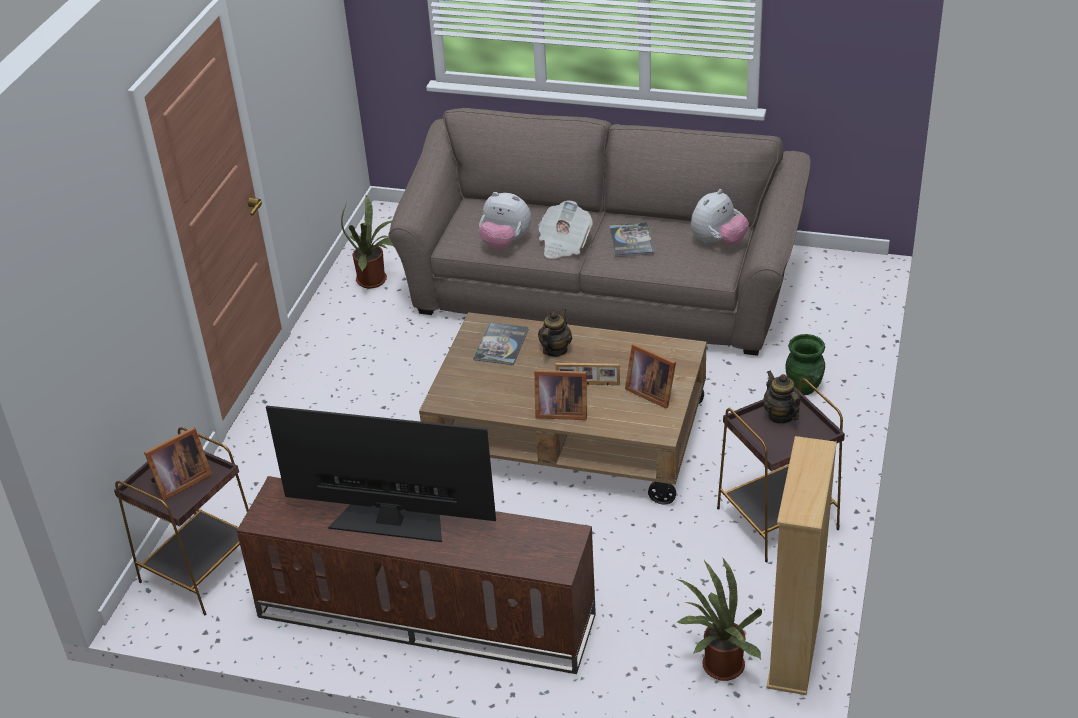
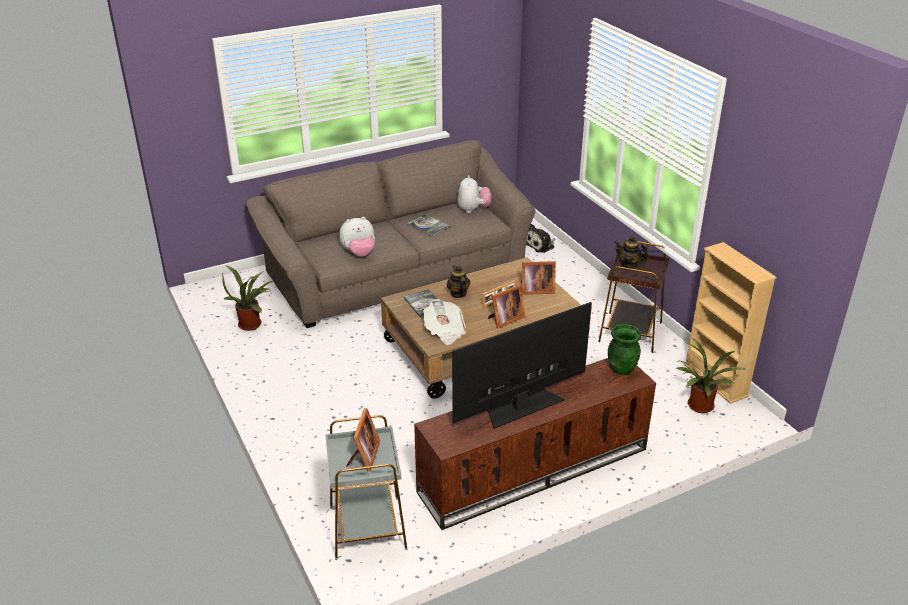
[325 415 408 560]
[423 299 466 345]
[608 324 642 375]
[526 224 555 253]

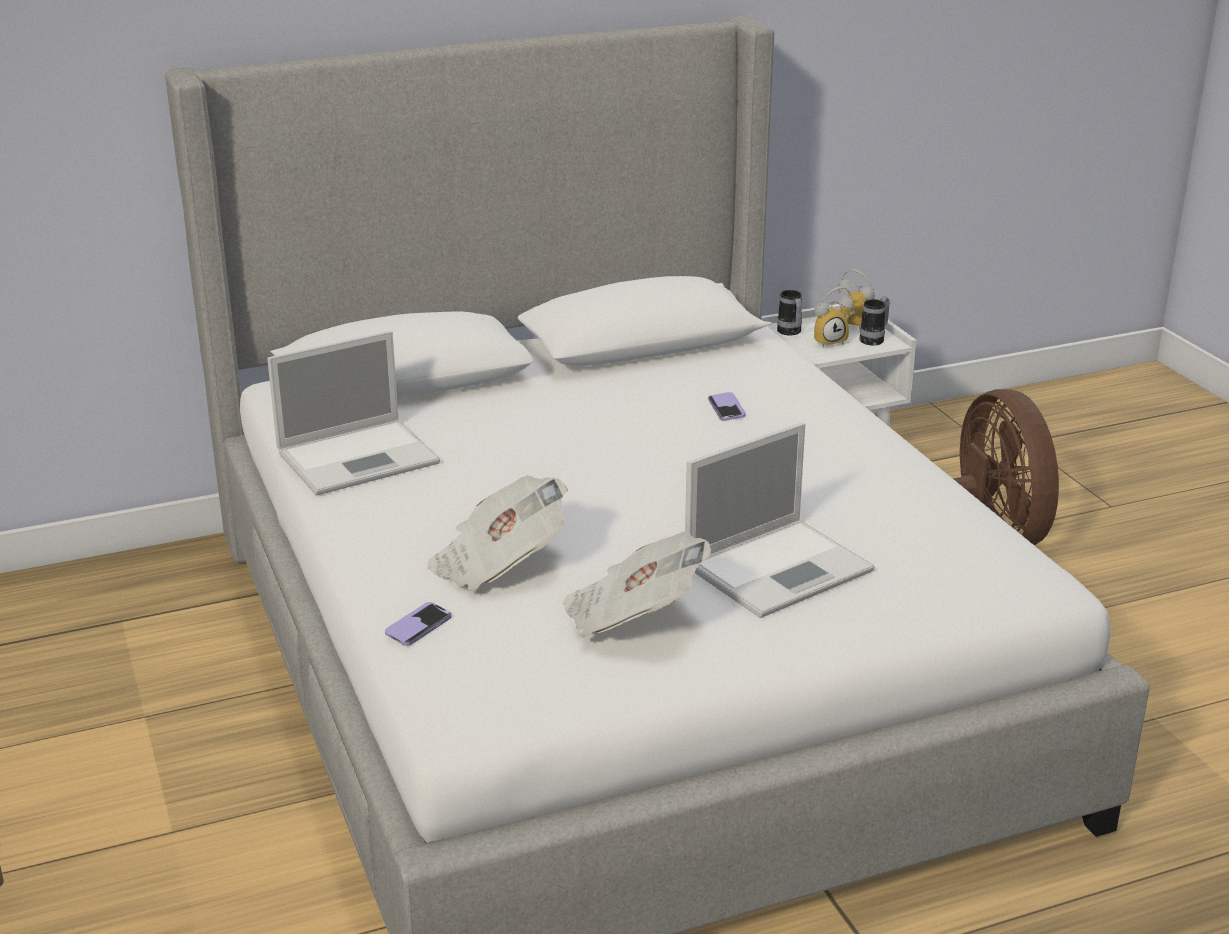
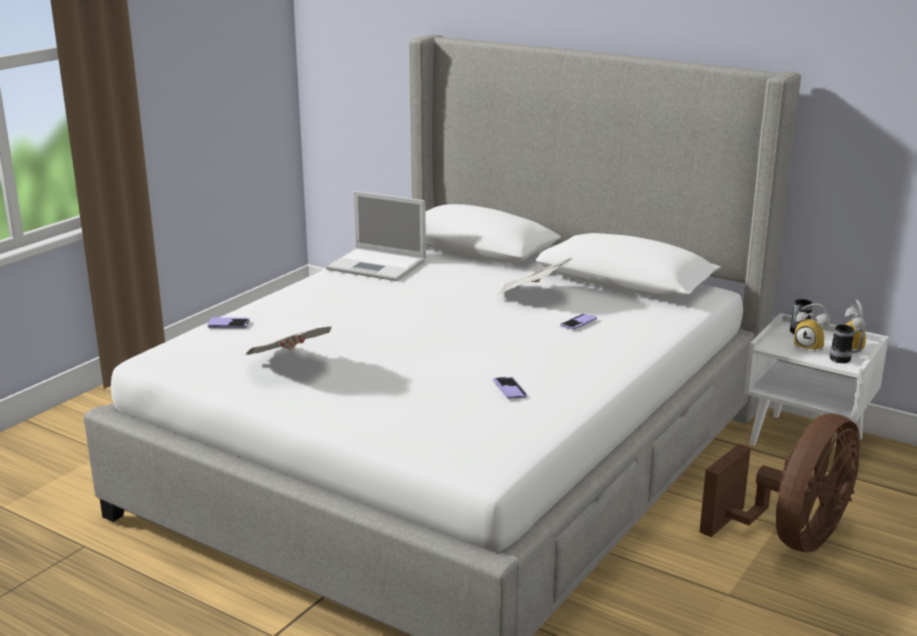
[497 257 573 295]
[685 422 875 618] (first image)
[493 377 527 399]

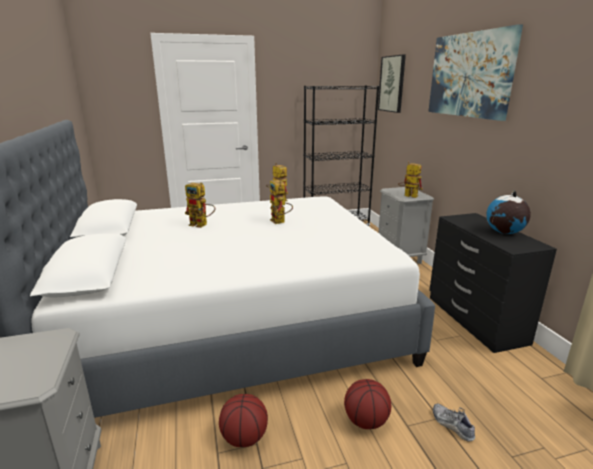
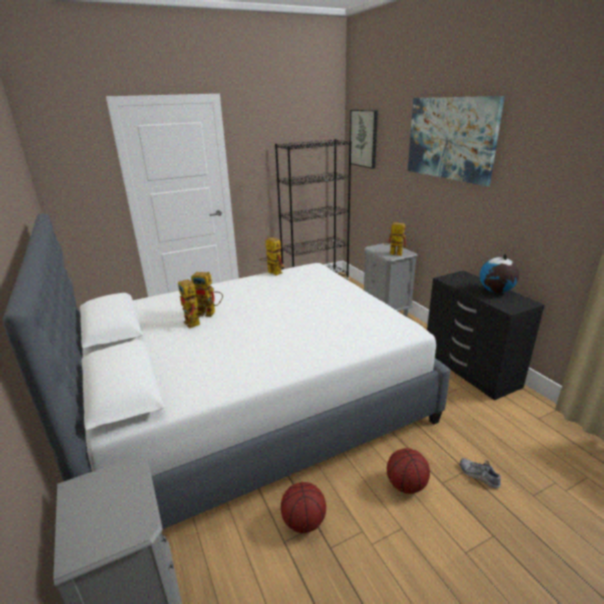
[178 279 207 329]

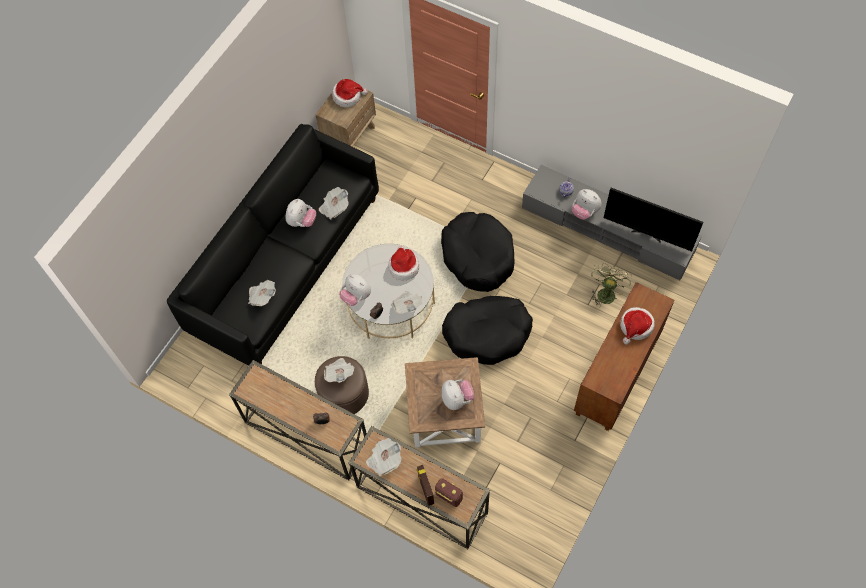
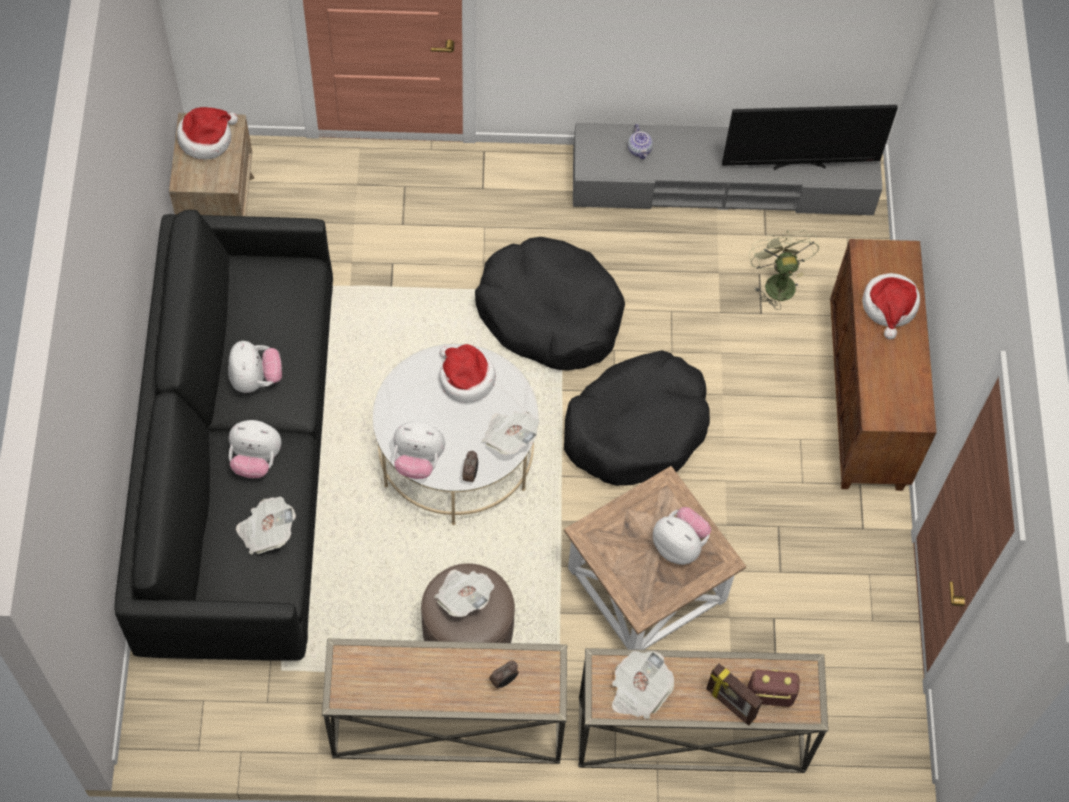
[319 187 349 220] (first image)
[229 420 281 478]

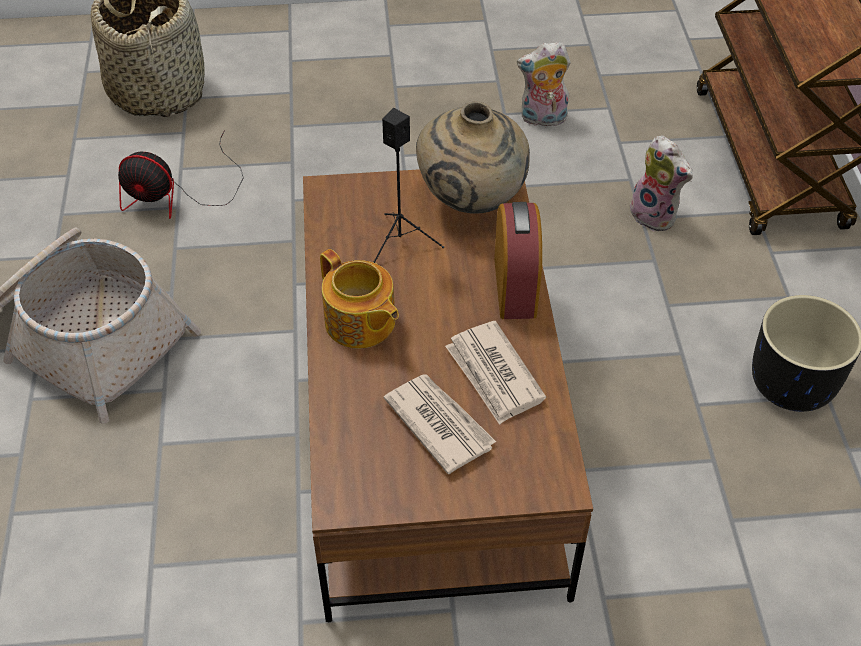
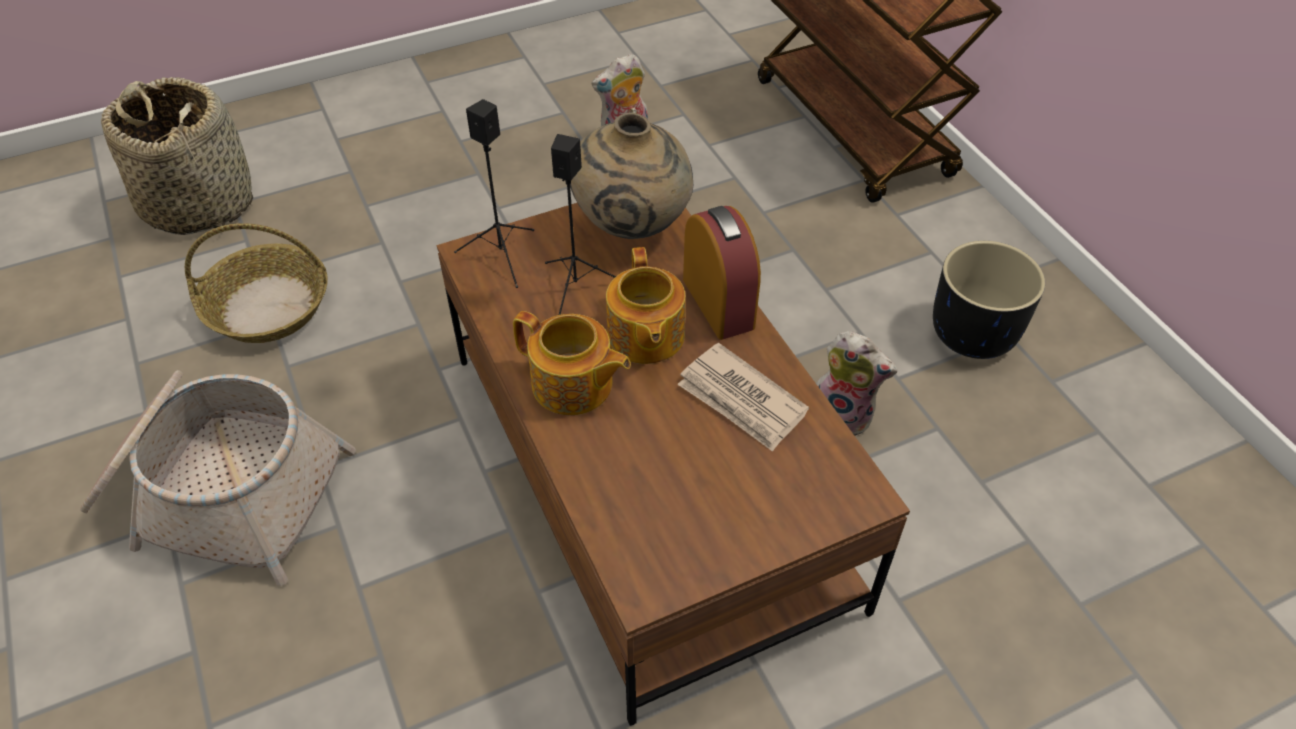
[185 223 328 343]
[384 374 496 474] (first image)
[816 331 897 436]
[454 99 534 288]
[606 247 686 364]

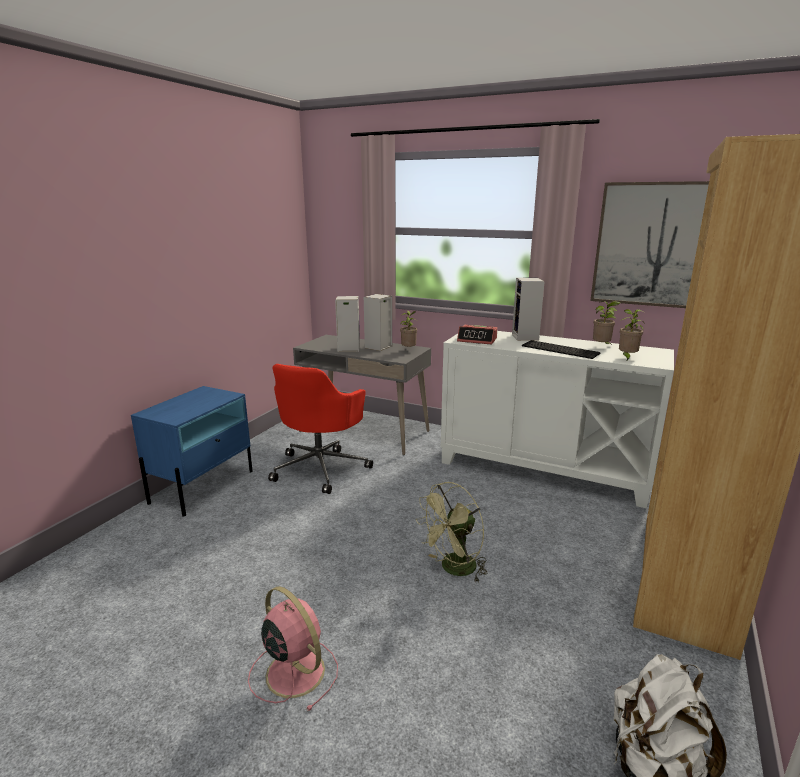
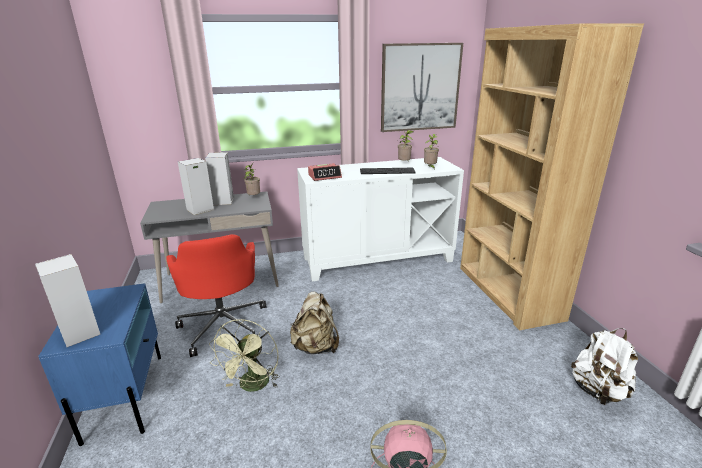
[209 319 280 392]
[35 254 100 347]
[290 292 339 354]

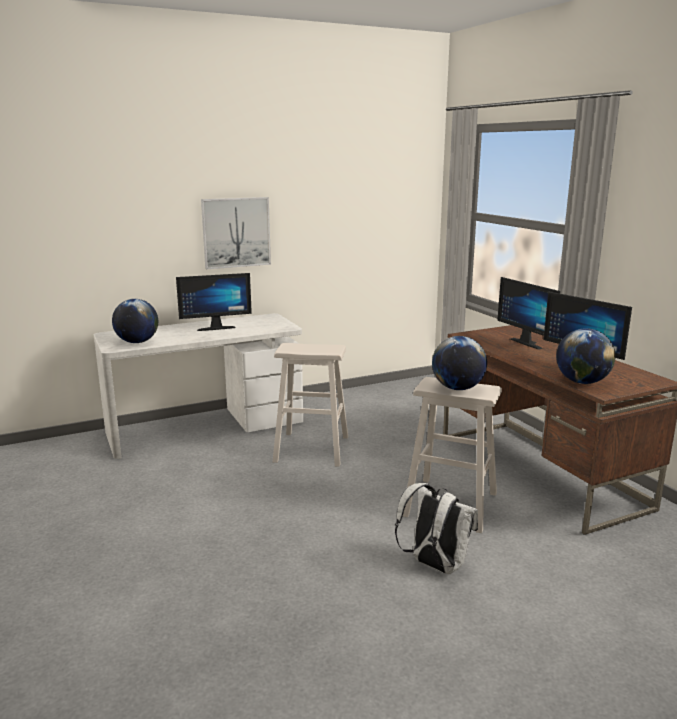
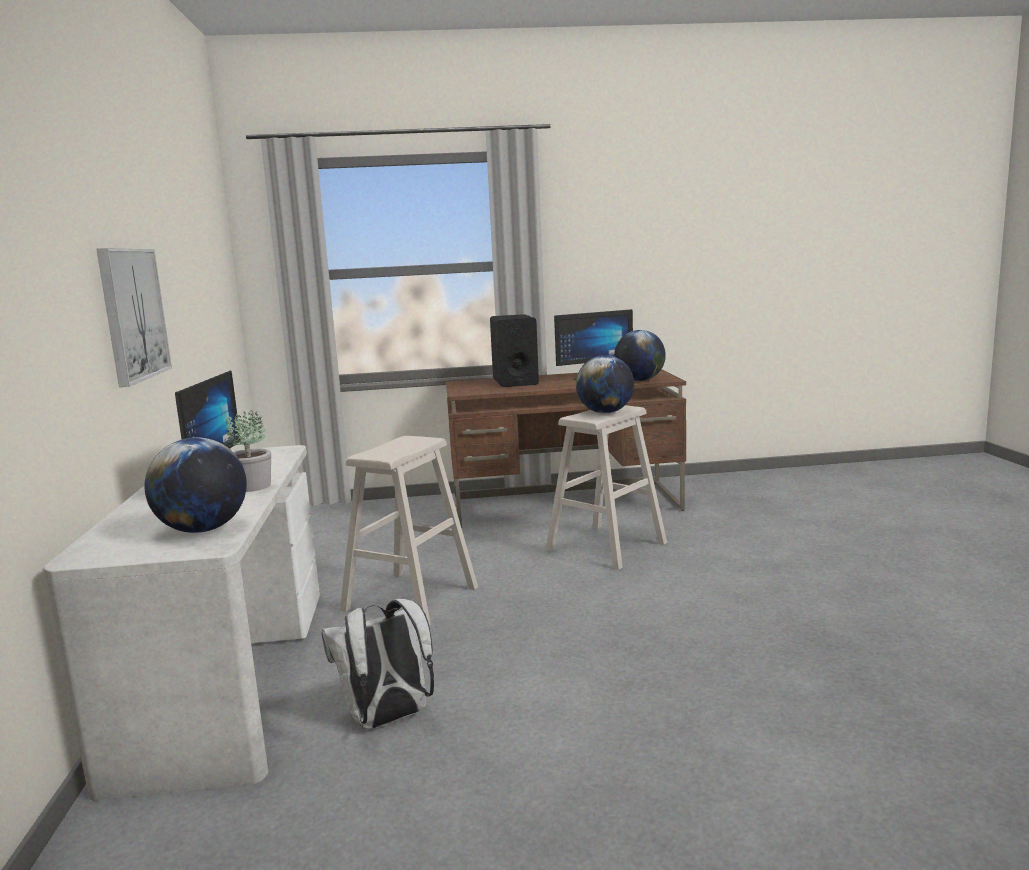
[322 599 434 729]
[490 314 539 387]
[226 410 271 492]

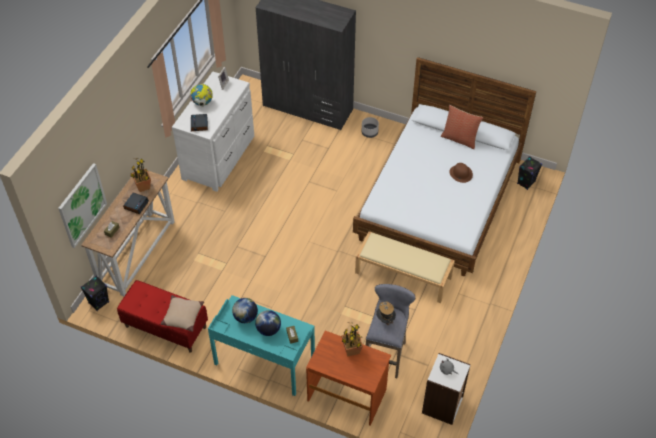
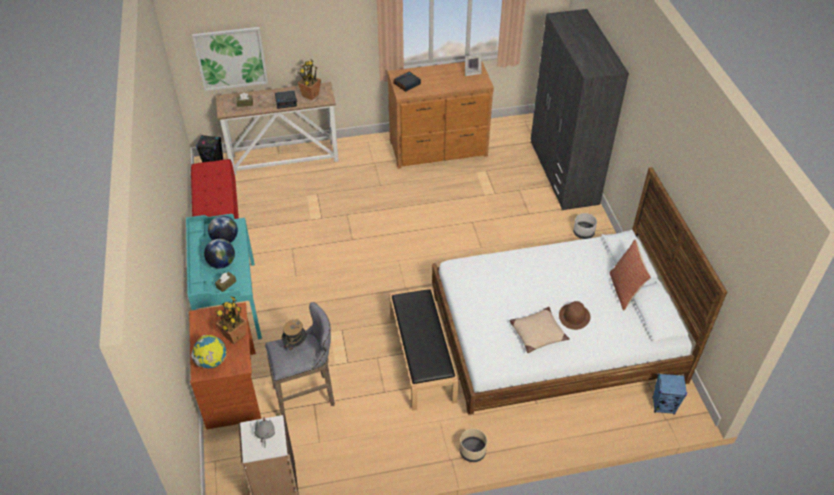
[510 307 570 353]
[387 62 494 169]
[191 335 227 368]
[389 287 458 411]
[652 373 687 414]
[460 429 487 462]

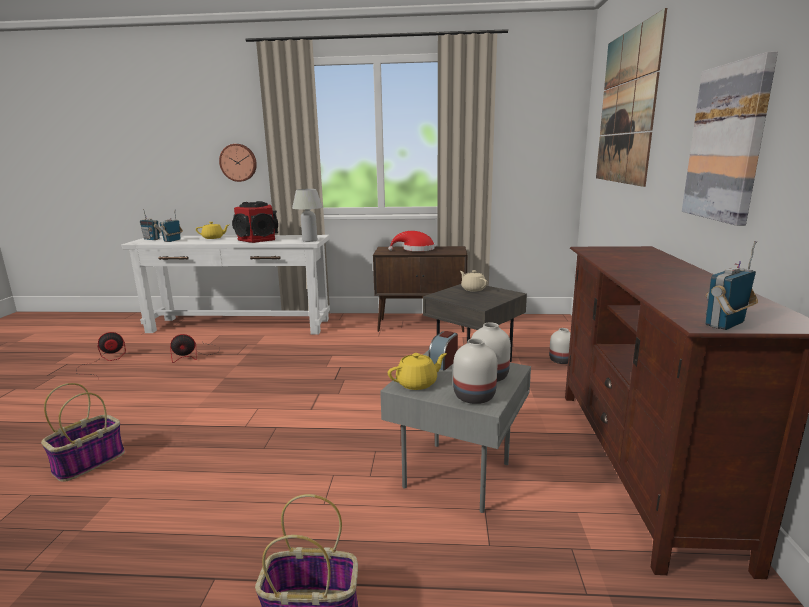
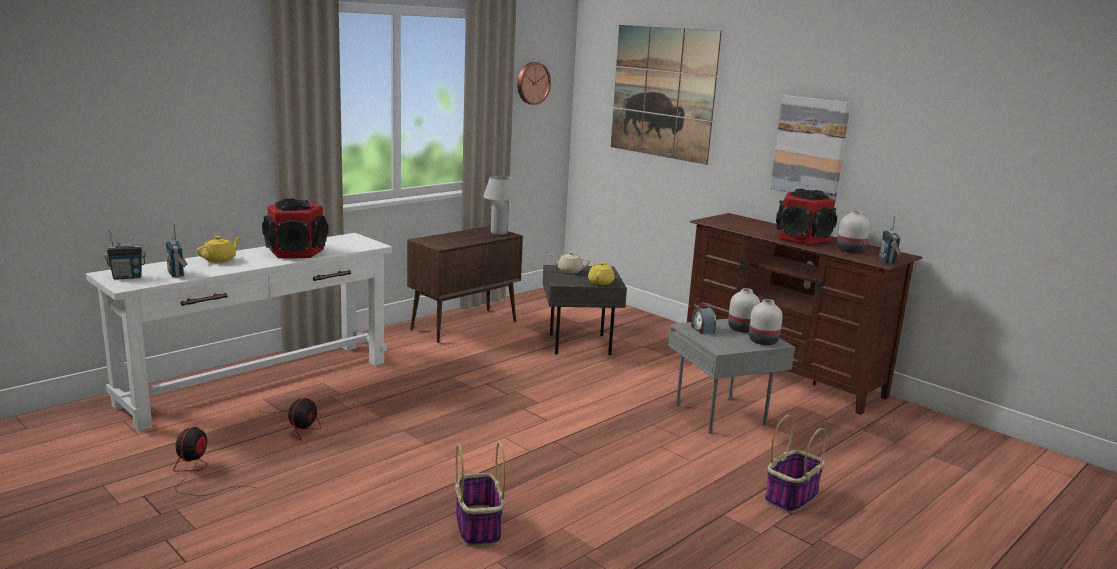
[517 62 551 105]
[483 176 517 235]
[388 231 435 251] (first image)
[588 261 614 285]
[837 211 870 253]
[776 189 837 245]

